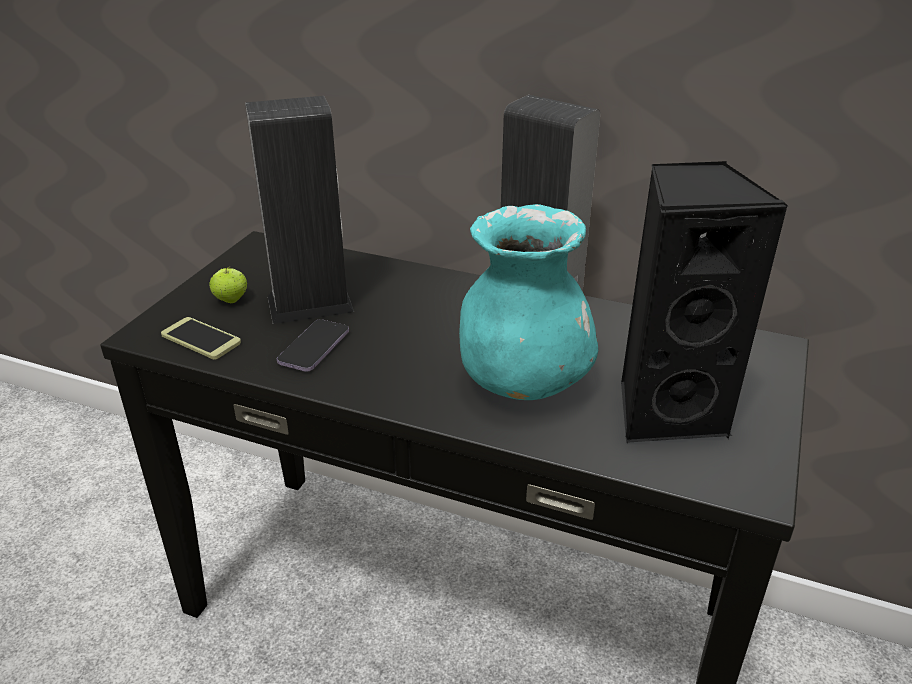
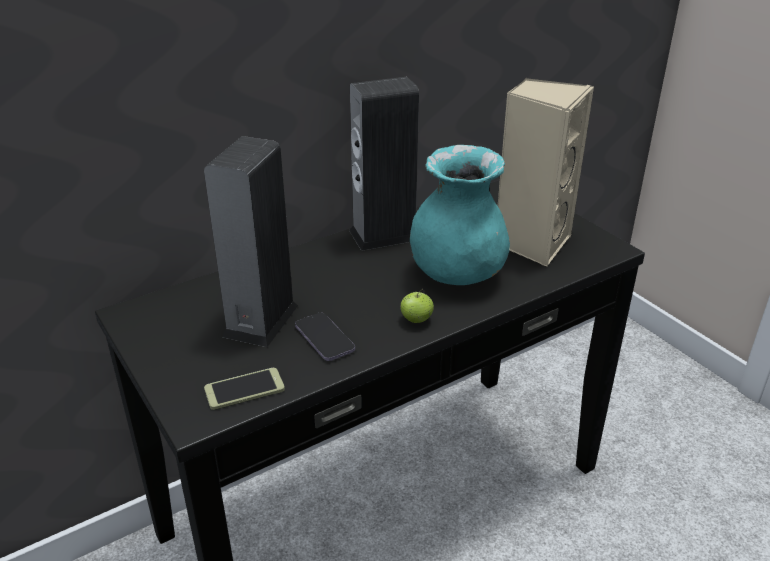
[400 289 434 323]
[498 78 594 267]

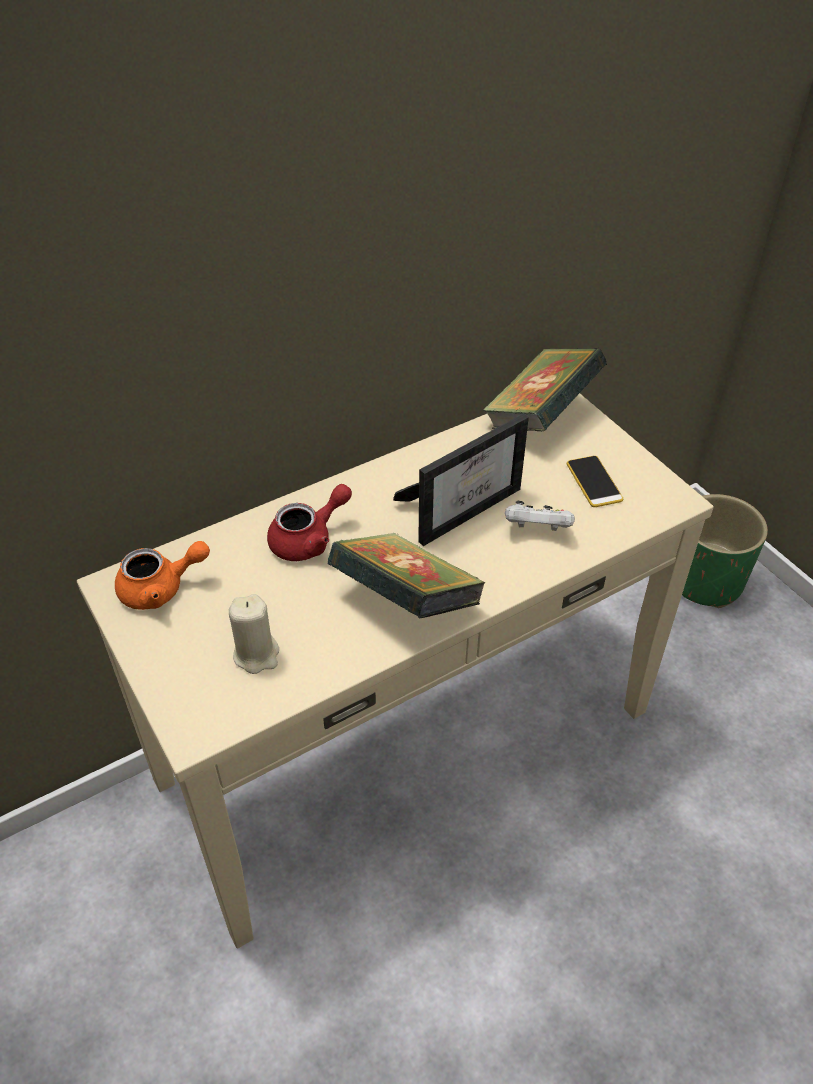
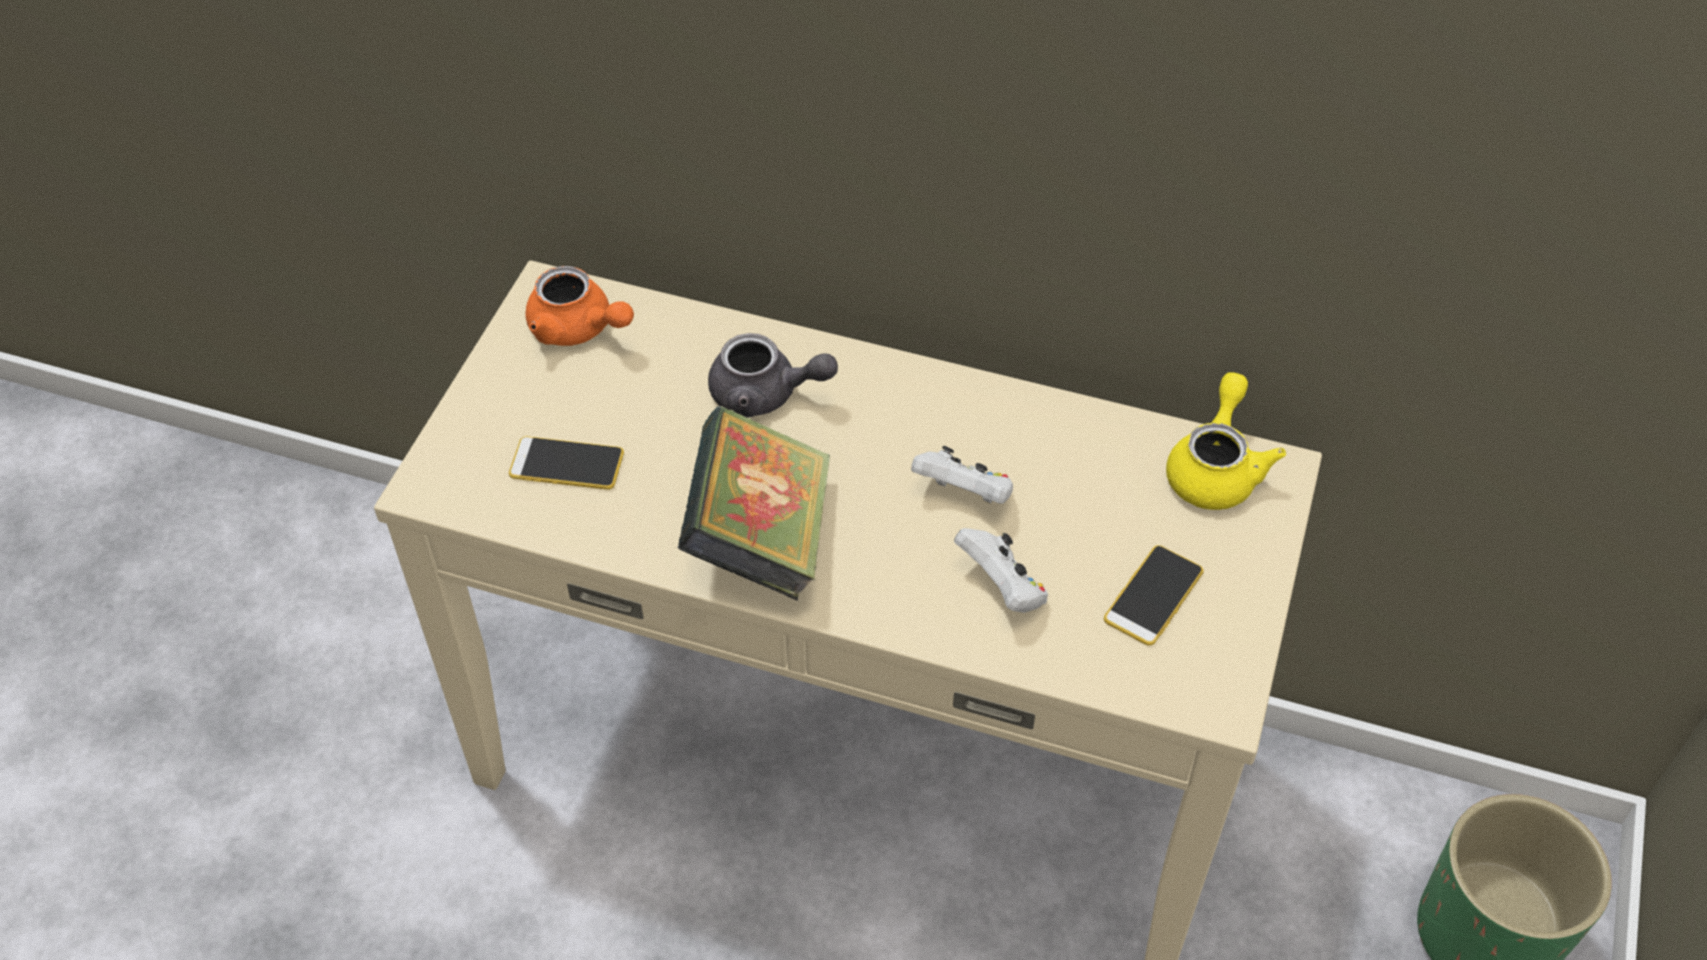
[509 436 624 490]
[708 333 838 418]
[911 446 1013 504]
[1166 372 1286 510]

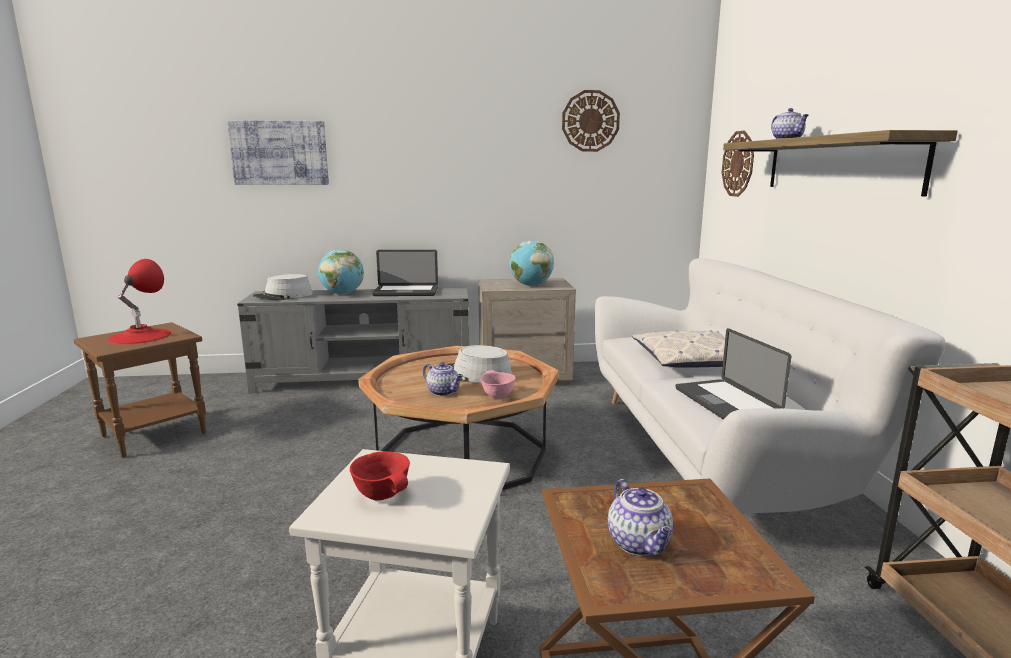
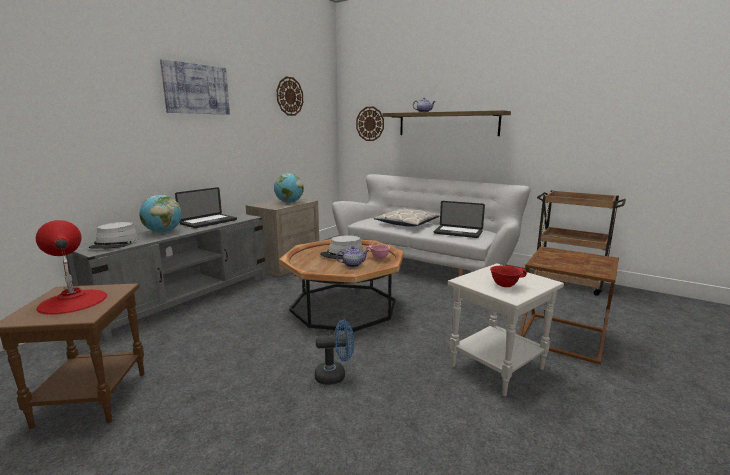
[160 59 230 115]
[608 479 673 556] (first image)
[315 319 354 385]

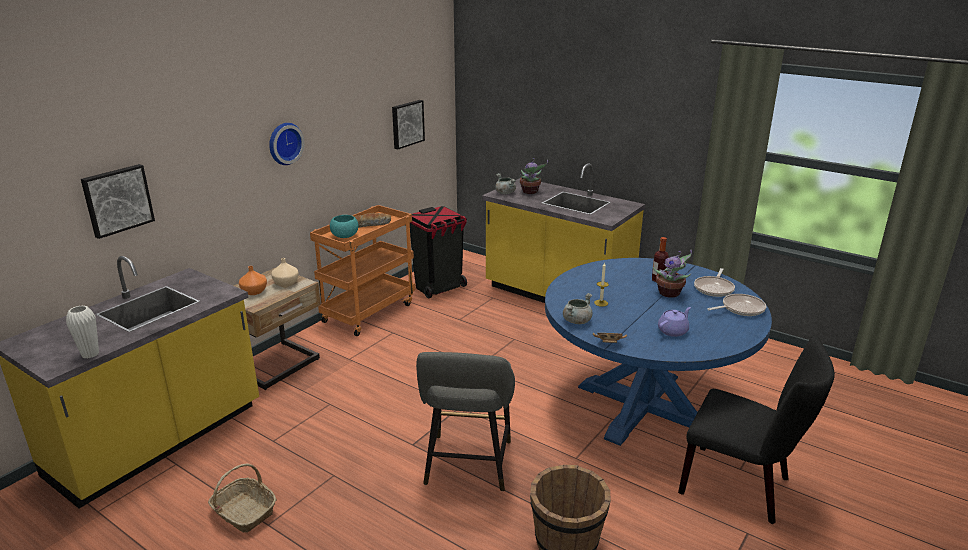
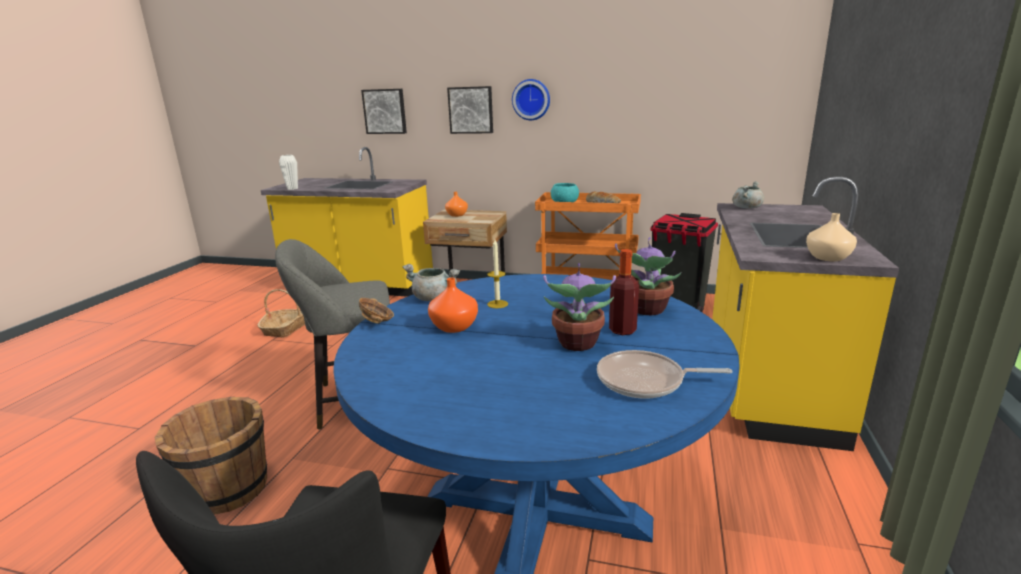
[806 213 857 261]
[447 86 493 134]
[615 237 682 315]
[658 307 691 337] (first image)
[707 294 766 316] (first image)
[428 278 478 333]

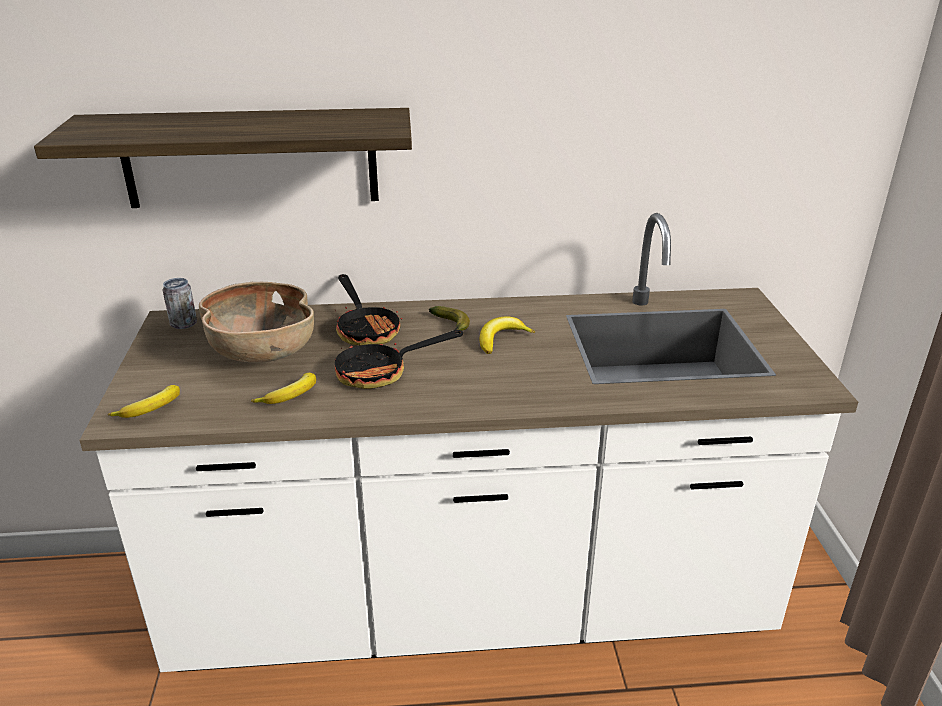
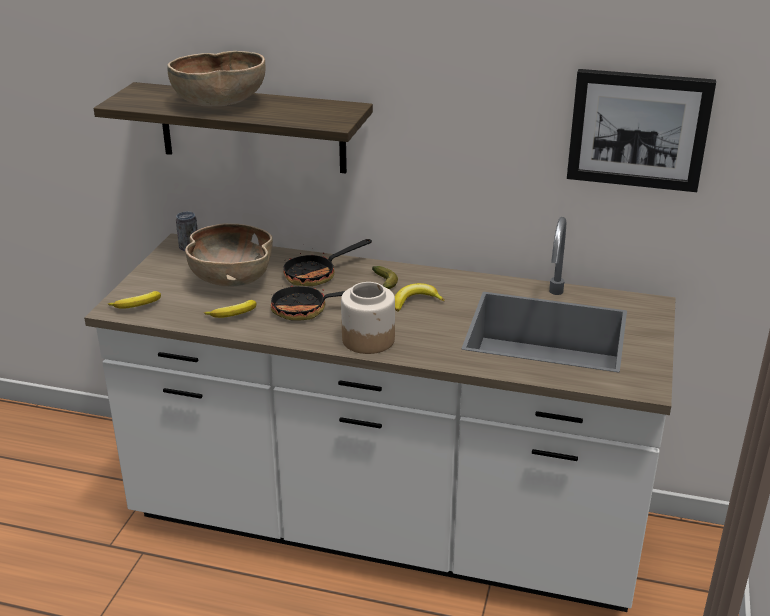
[283 239 372 286]
[167 51 265 106]
[341 282 395 354]
[567 69 716 192]

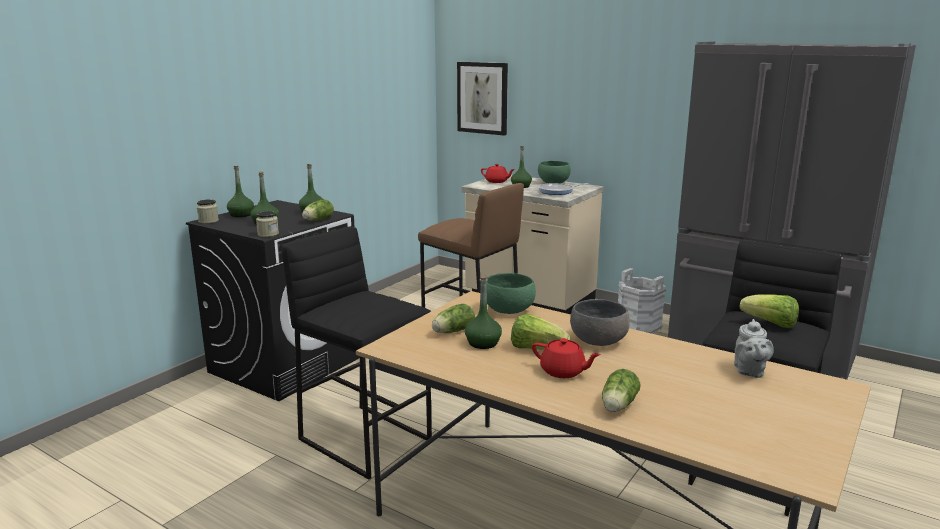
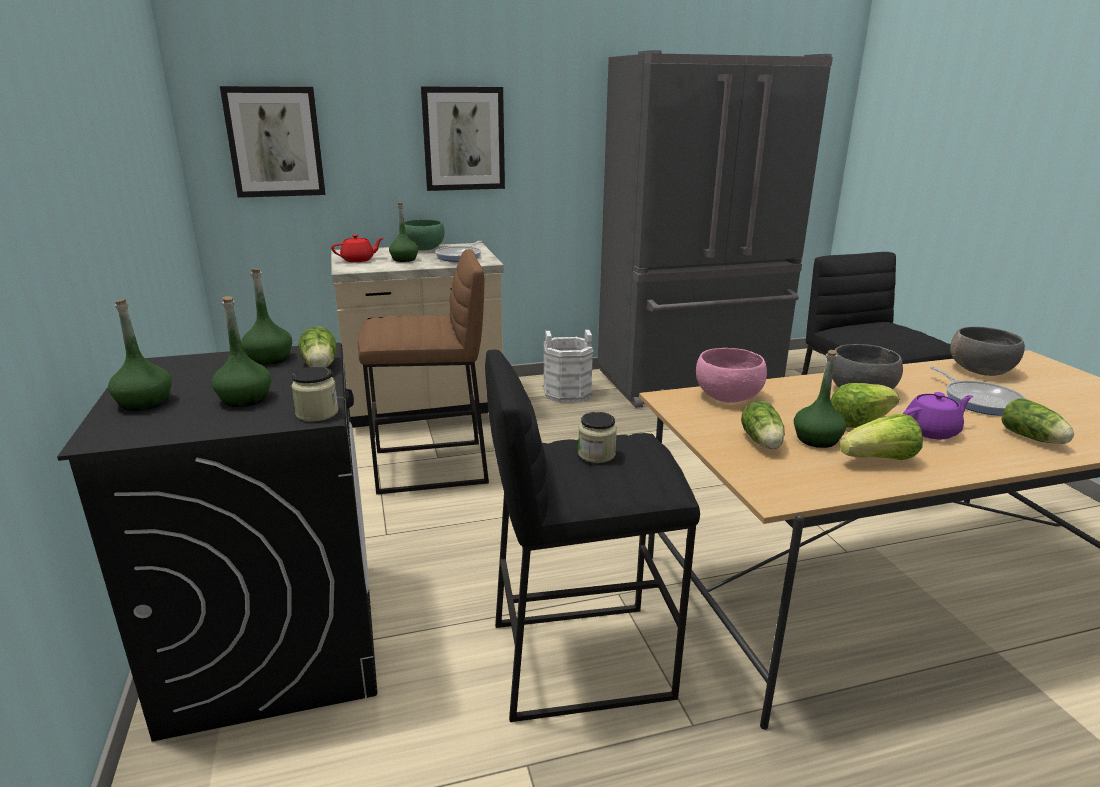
[578 412 617 463]
[696 348 767 403]
[903 392 973 439]
[950 327 1025 376]
[840 414 923 460]
[421 86 505 191]
[930 366 1026 416]

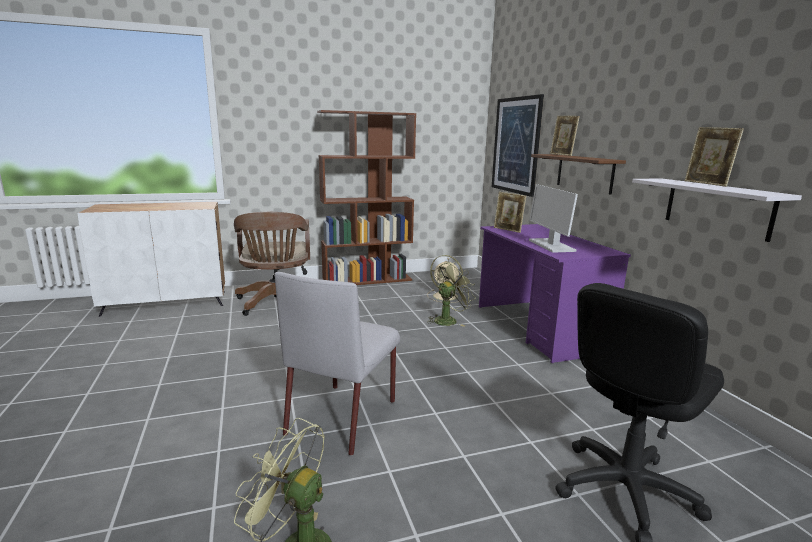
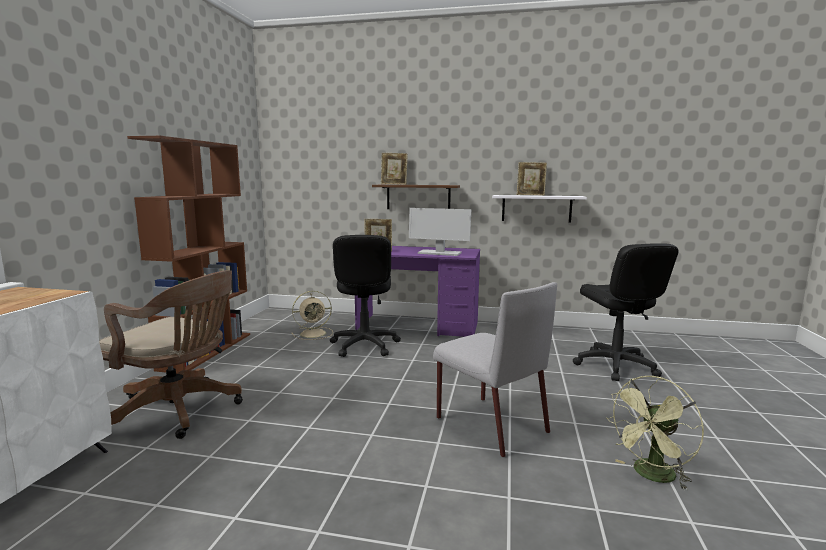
[330 235 401 357]
[492 94 544 197] (first image)

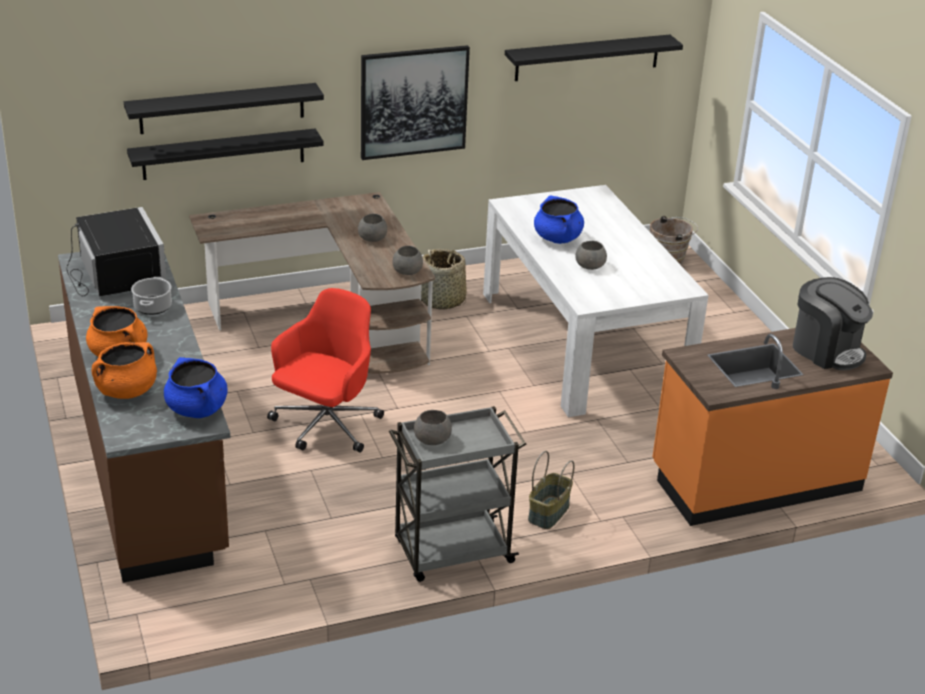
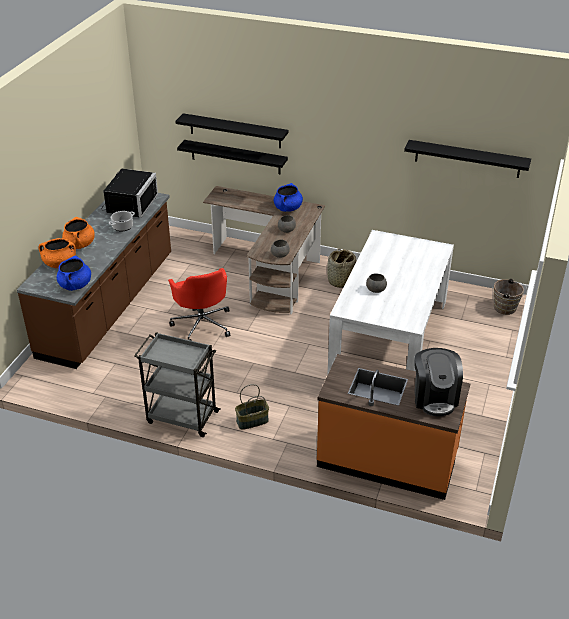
[168 268 230 341]
[361 45 470 160] (first image)
[414 410 452 445] (first image)
[274 183 303 212]

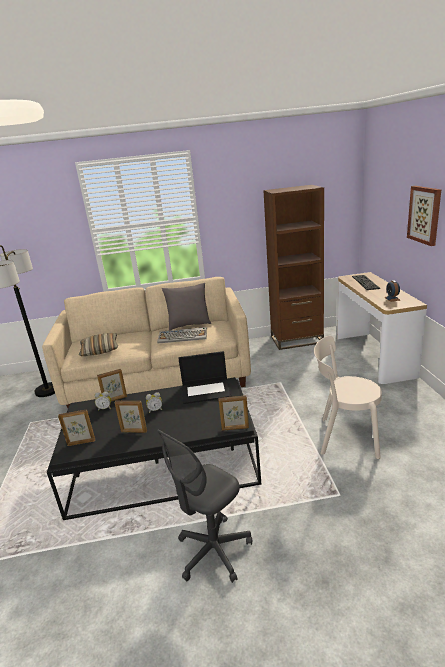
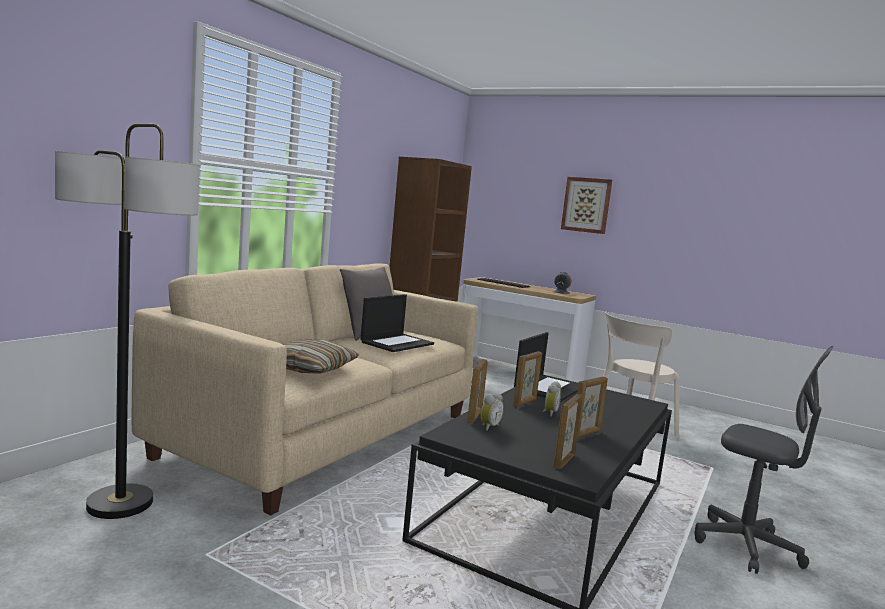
[361 294 434 352]
[694 346 834 574]
[513 351 542 407]

